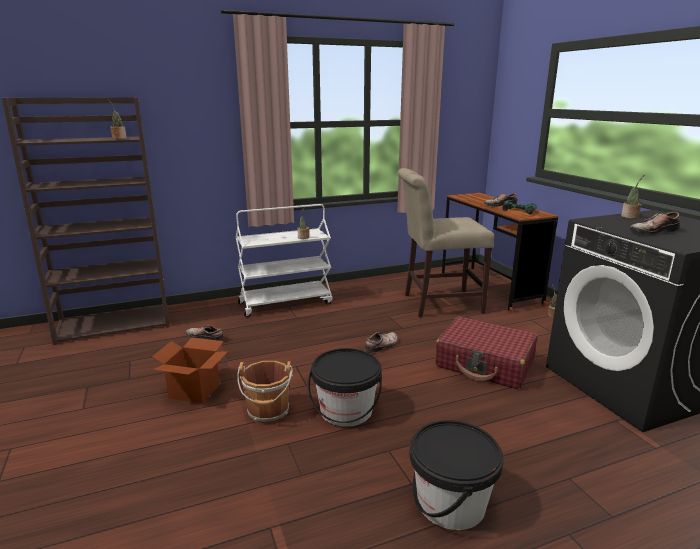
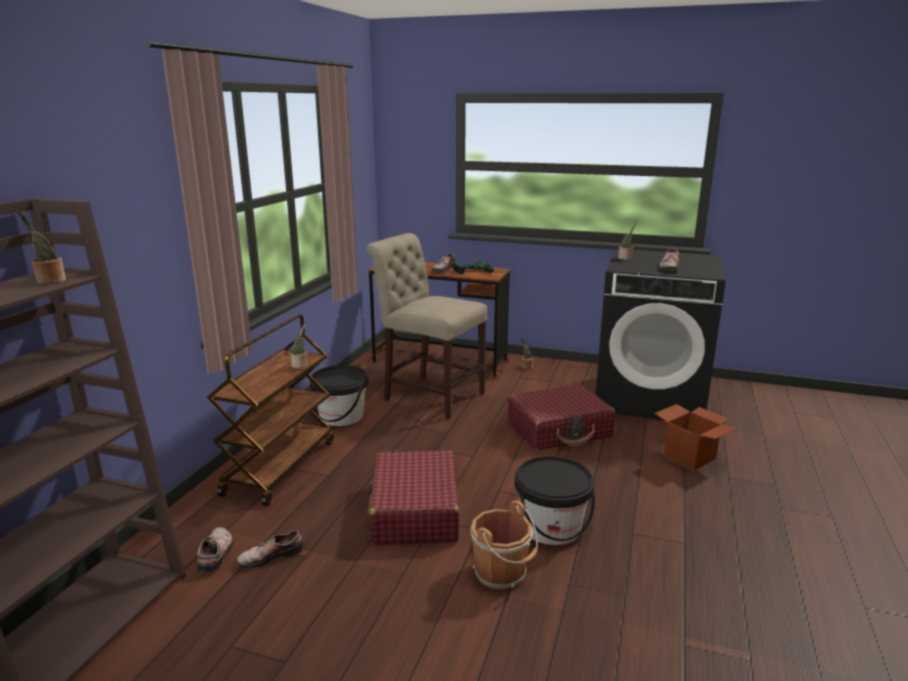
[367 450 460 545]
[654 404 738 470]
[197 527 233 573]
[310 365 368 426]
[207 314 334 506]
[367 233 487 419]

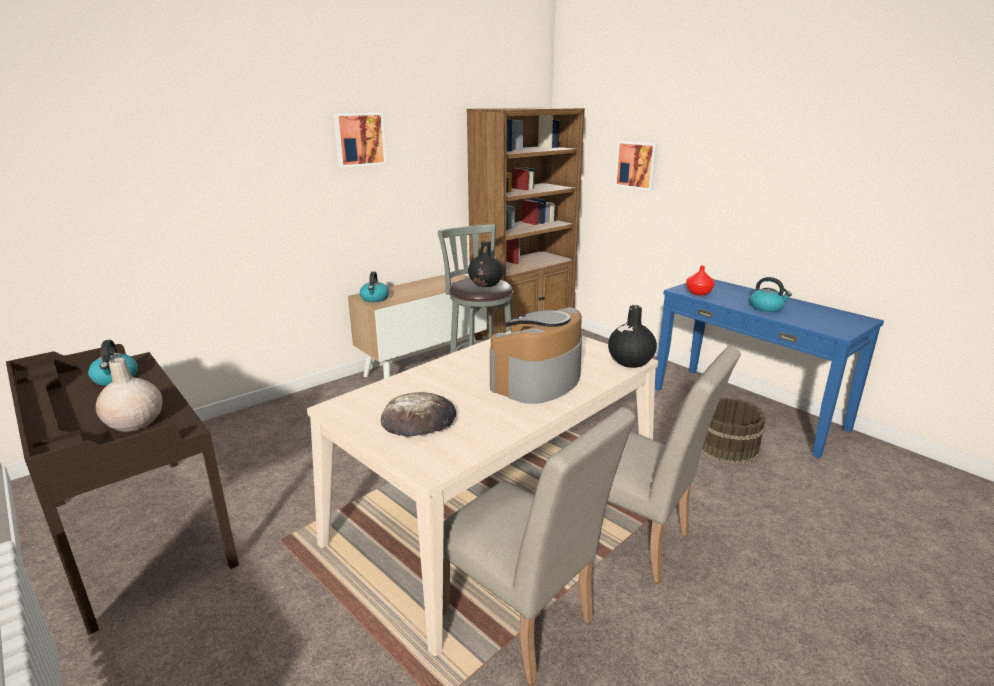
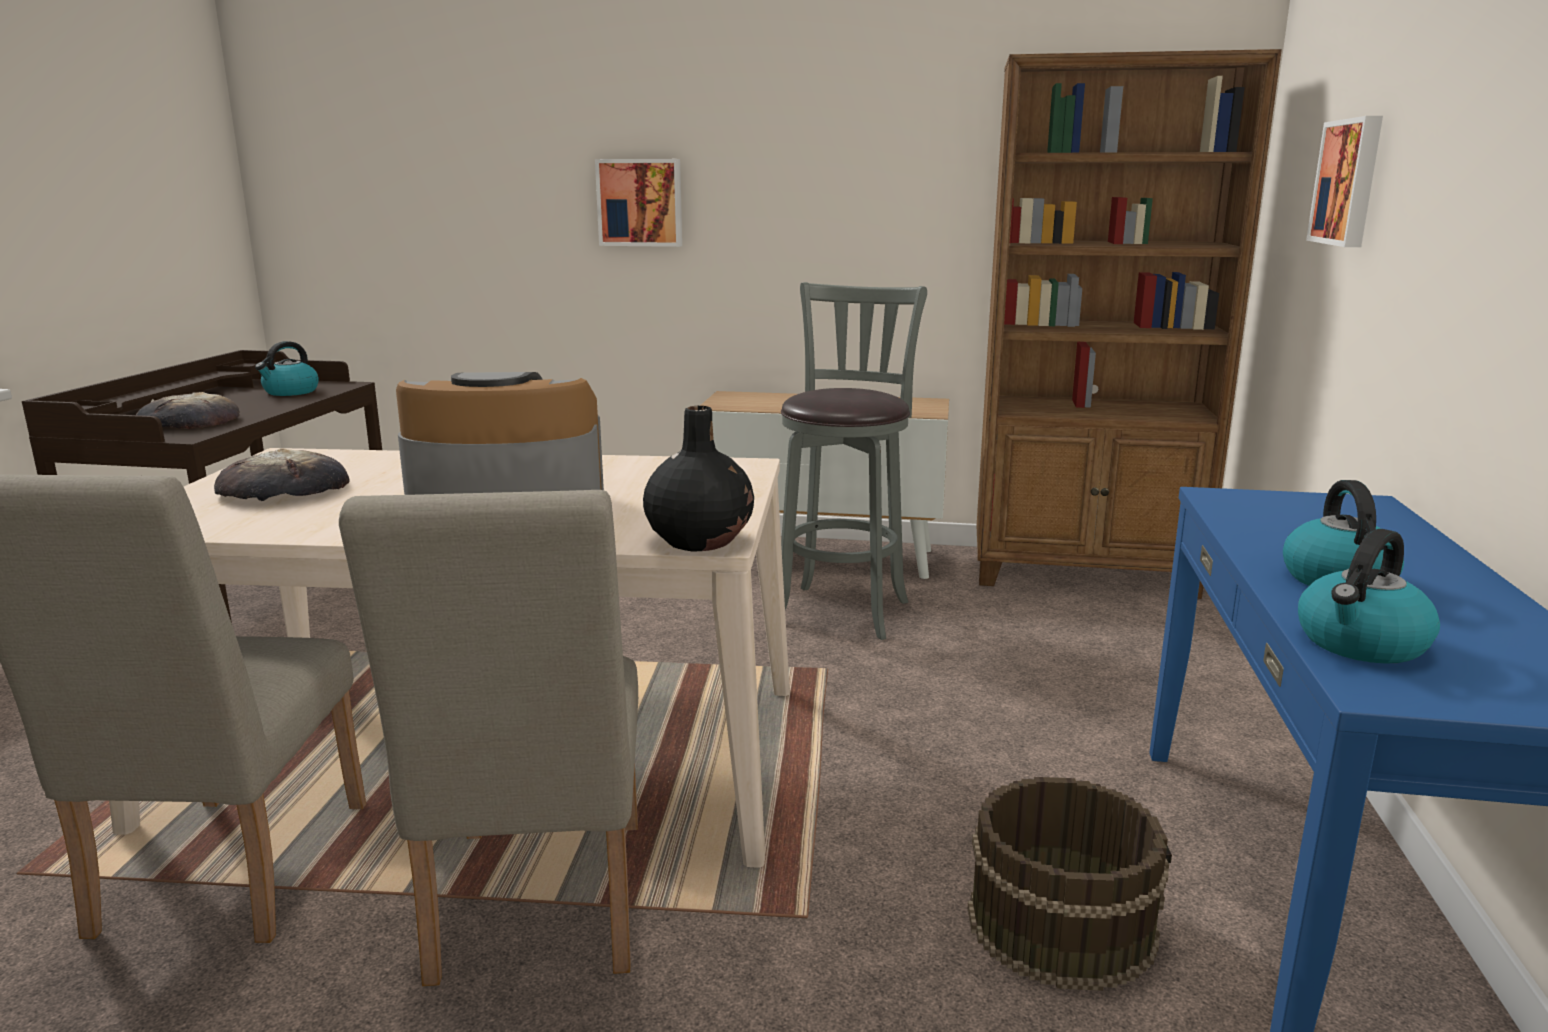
[468 241 503 287] (first image)
[686 266 715 295] (first image)
[595 159 682 247]
[1298 529 1440 664]
[136 392 240 429]

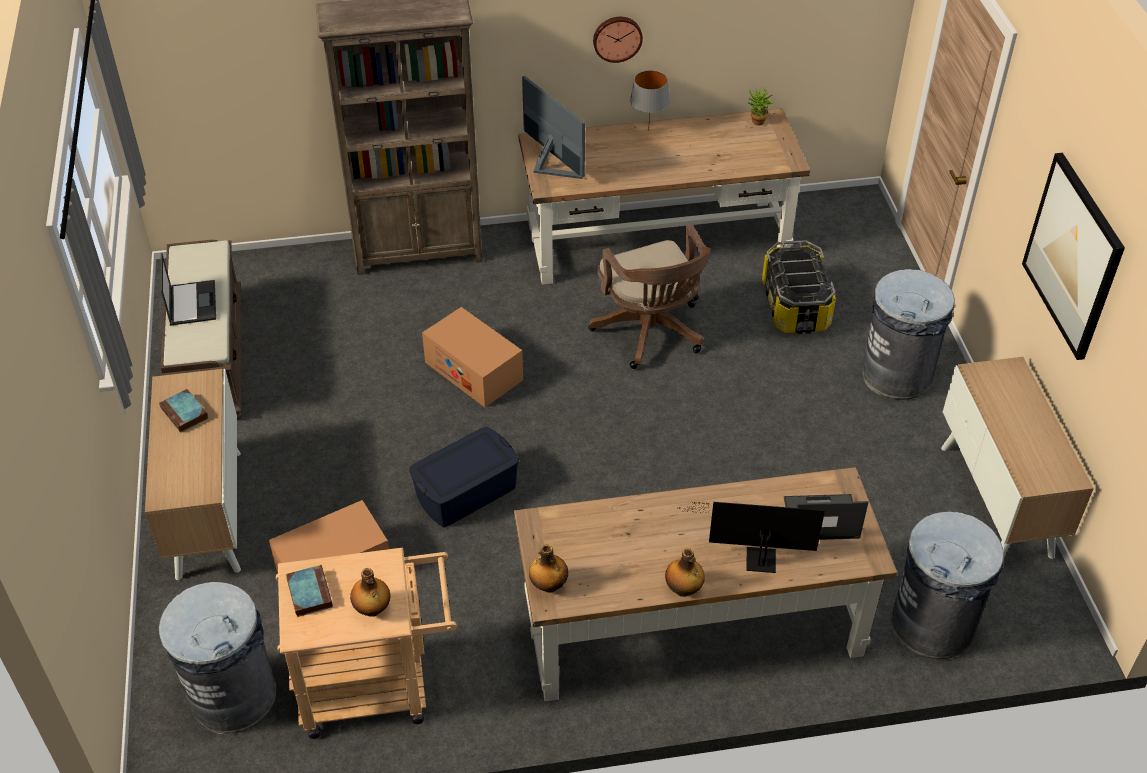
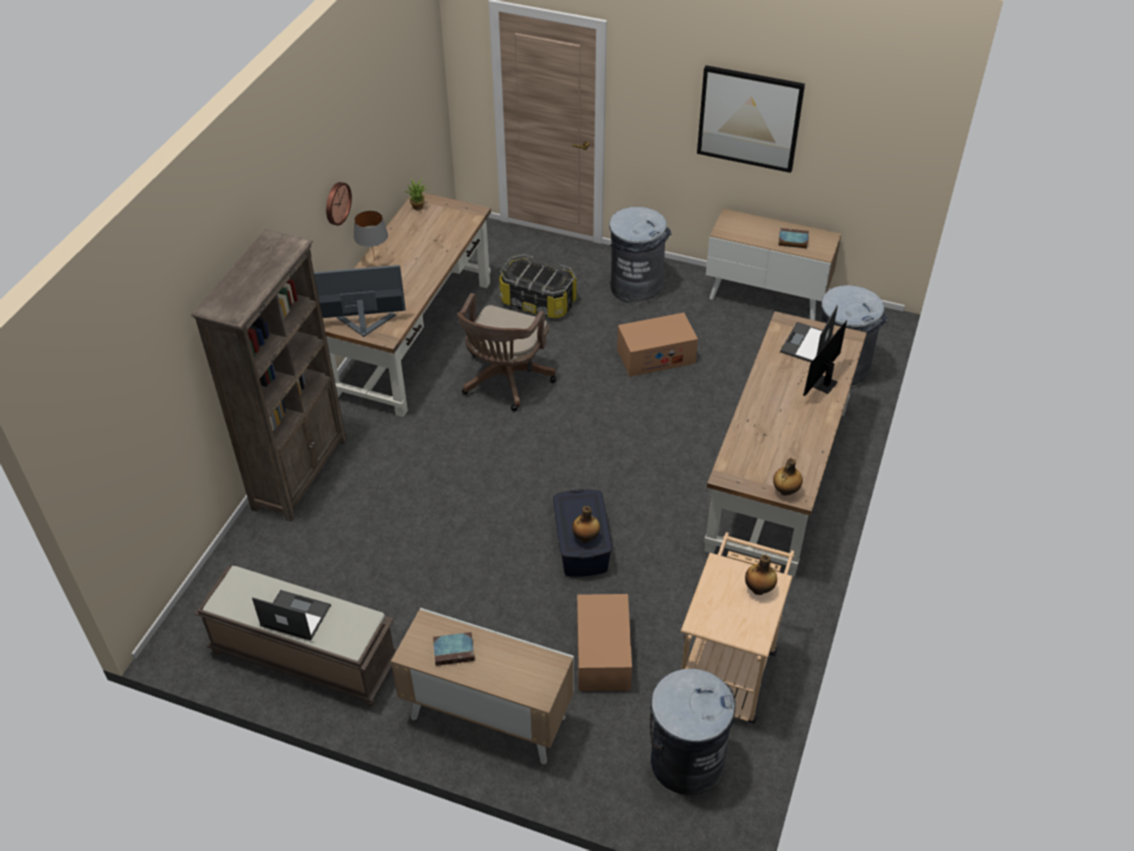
[778 228 809 249]
[617 313 698 377]
[572 506 600 543]
[457 293 556 411]

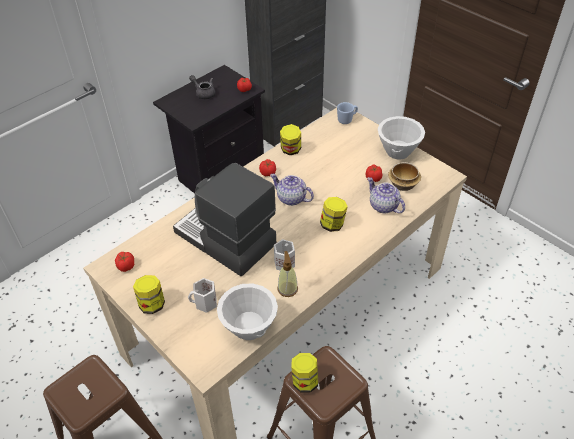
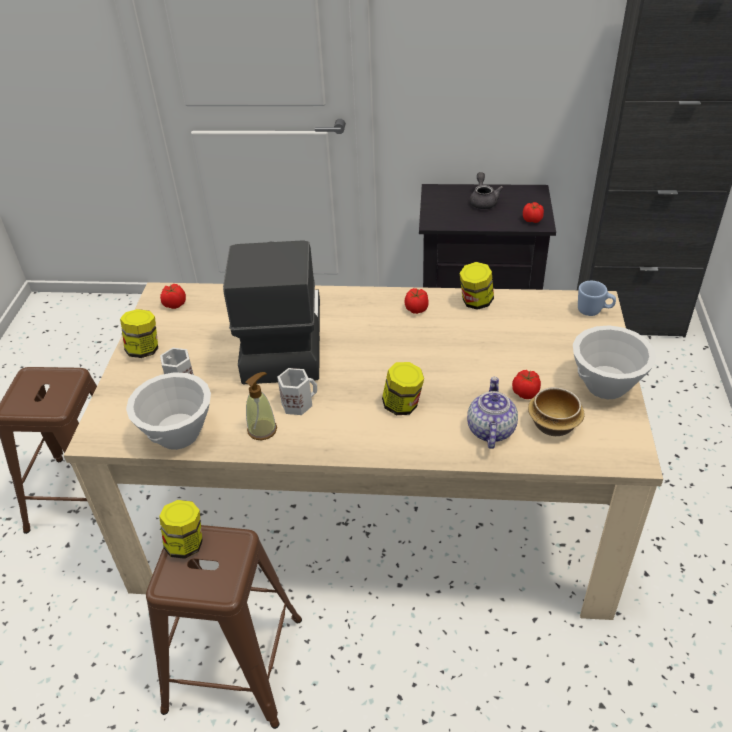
[270 174 314 206] (first image)

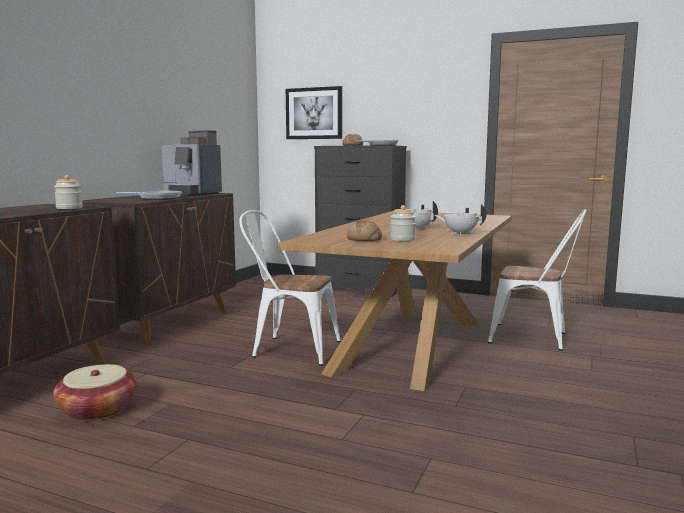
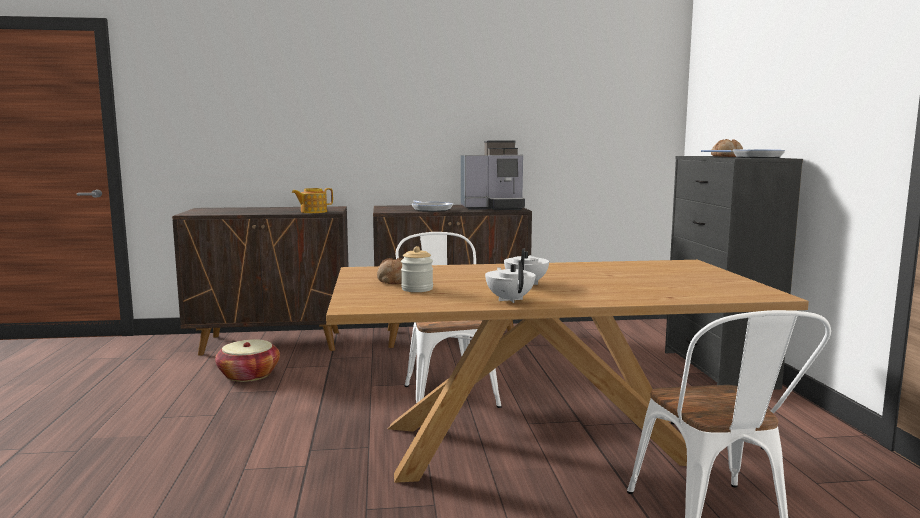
[286 86 342 139] (first image)
[292 188 333 213]
[461 140 525 210]

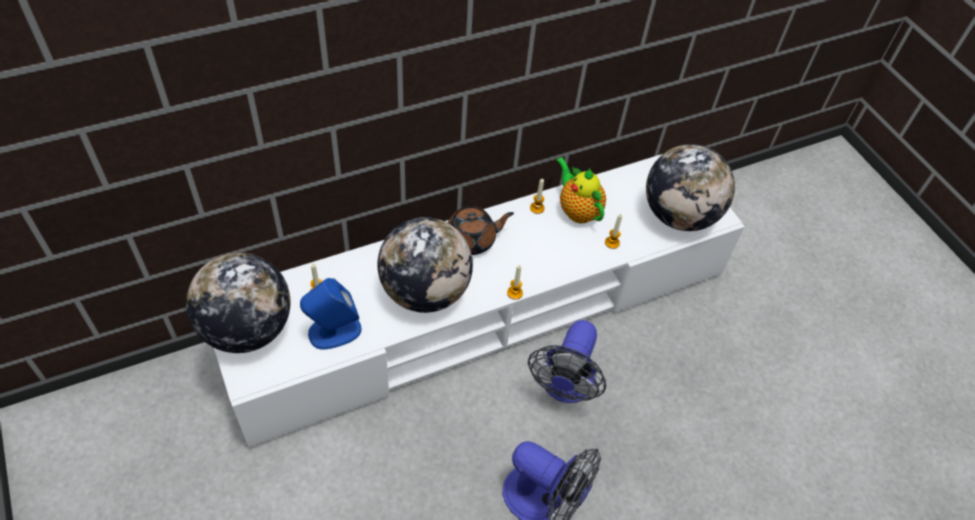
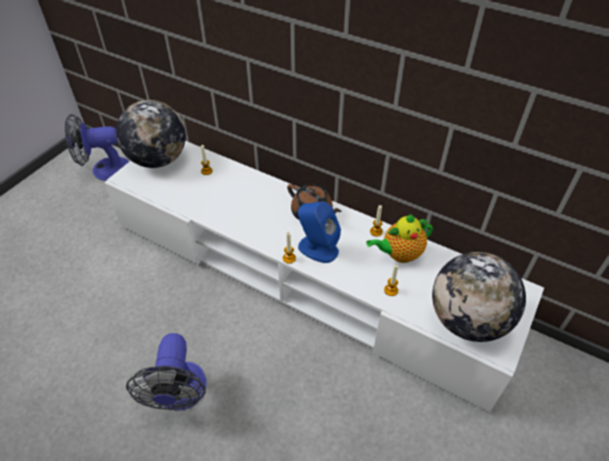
[377 217 473 313] (first image)
[298 202 341 263]
[65 114 129 181]
[366 214 433 263]

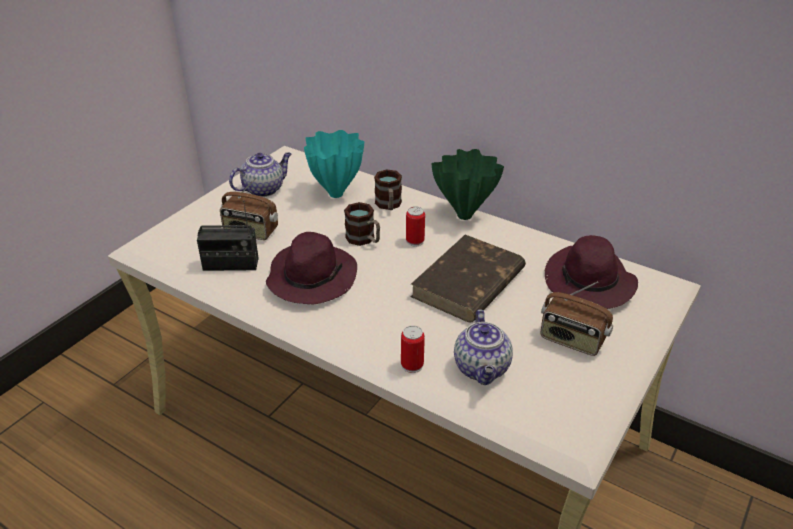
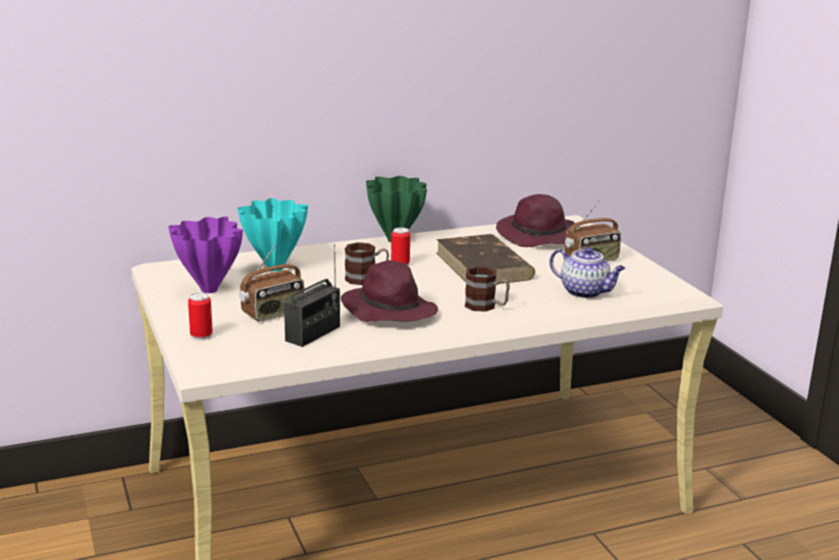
[465 266 510 312]
[188 293 213 341]
[168 216 243 293]

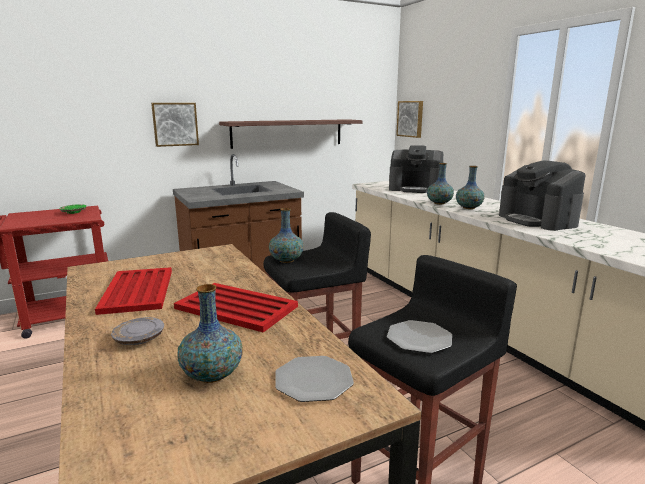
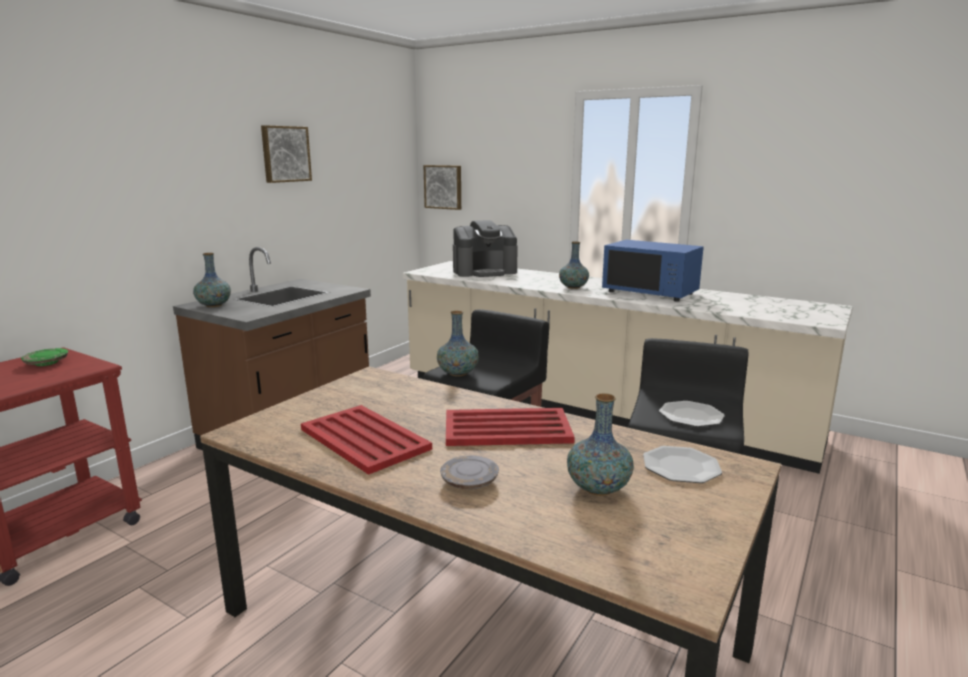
[219 119 363 149] (first image)
[261 125 312 183]
[193 253 231 307]
[602 240 704 302]

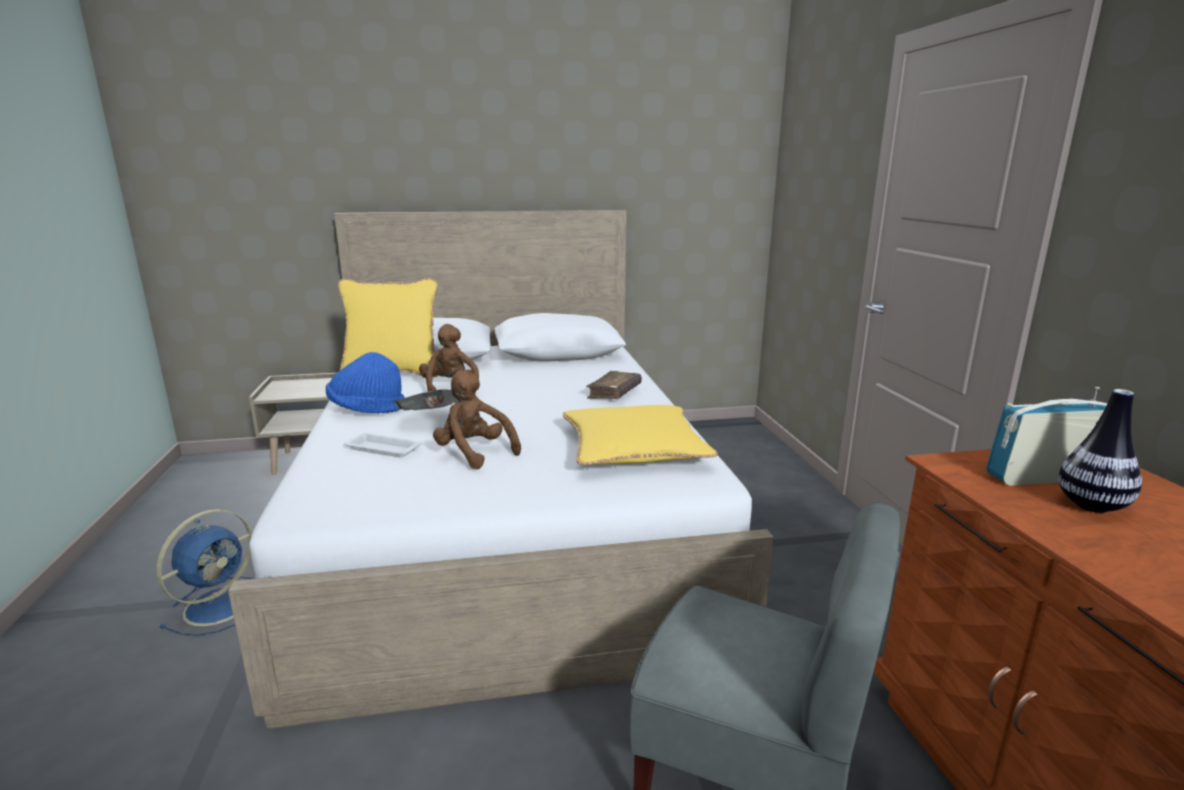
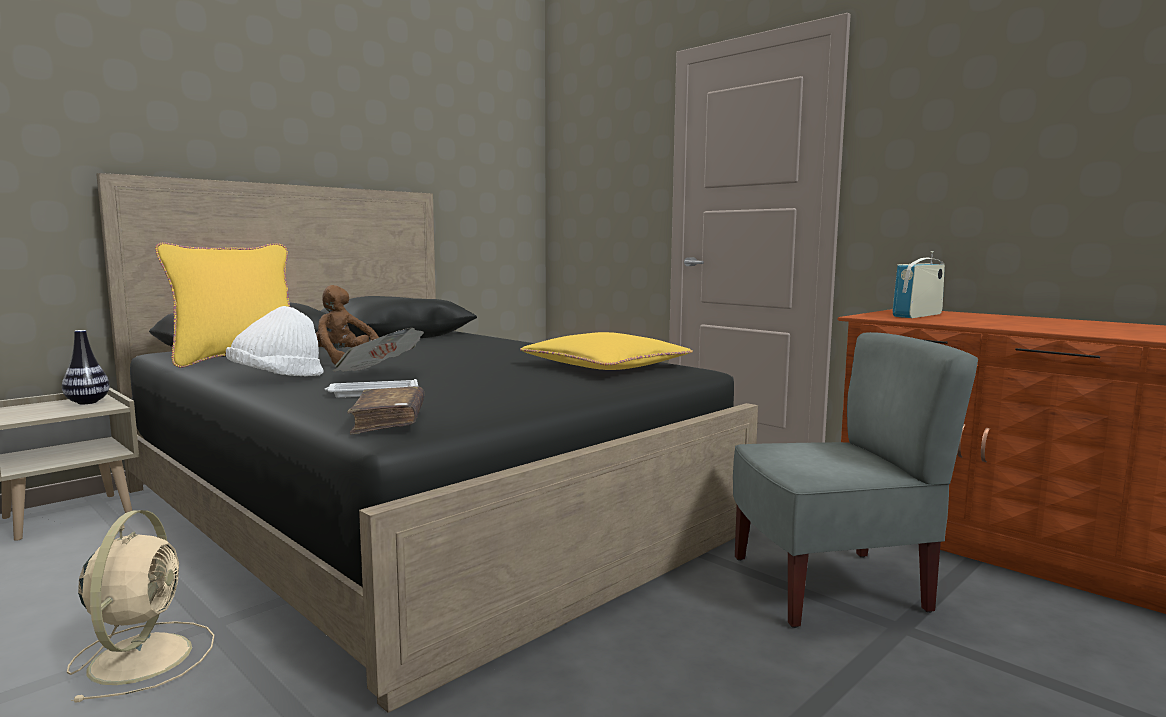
[433 370 521 469] (first image)
[347 386 424 435]
[62 330 110 404]
[67 510 214 702]
[96 173 758 713]
[226 306 324 377]

